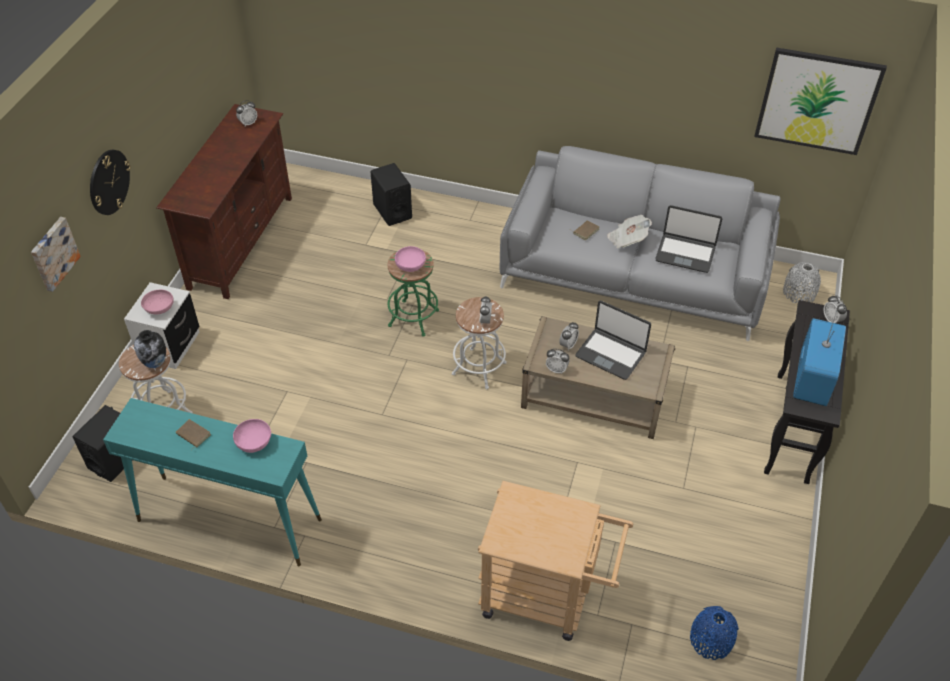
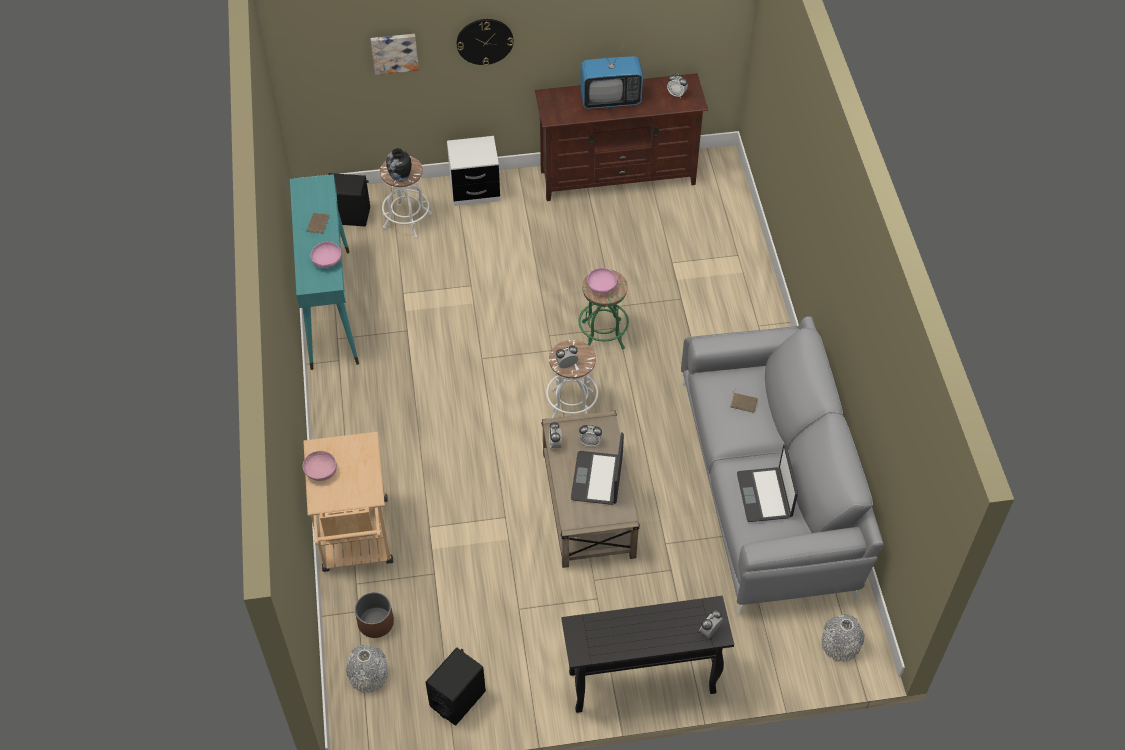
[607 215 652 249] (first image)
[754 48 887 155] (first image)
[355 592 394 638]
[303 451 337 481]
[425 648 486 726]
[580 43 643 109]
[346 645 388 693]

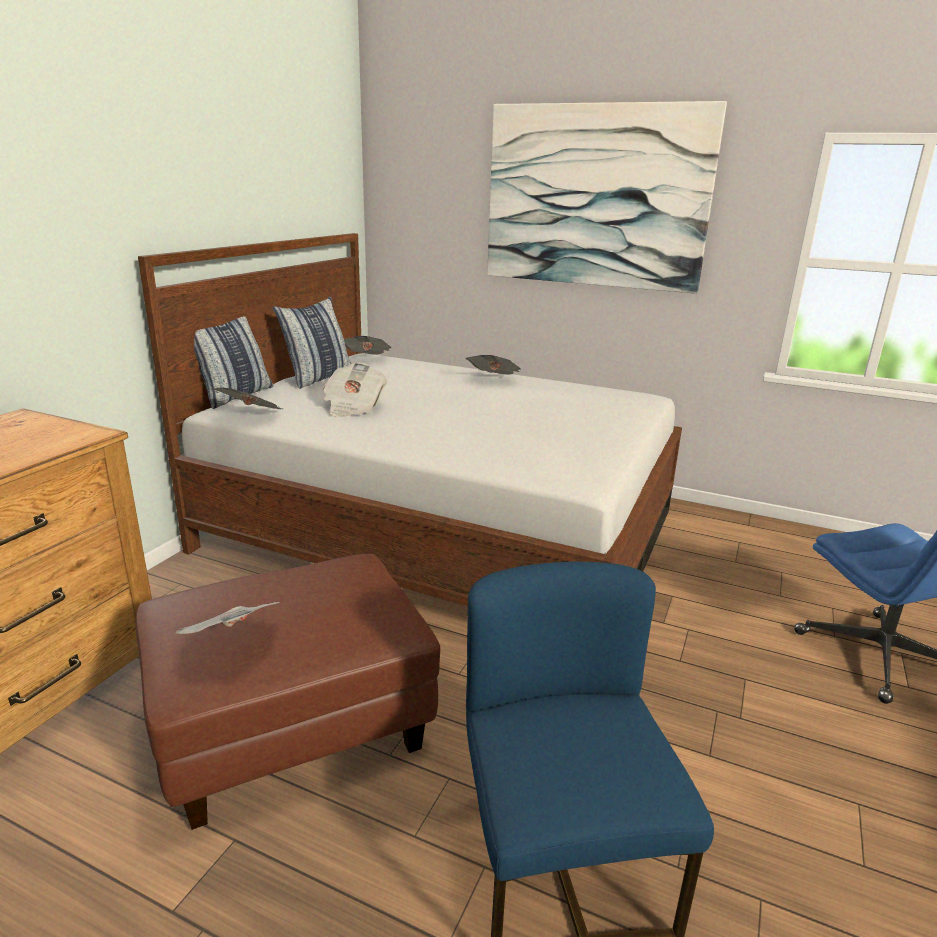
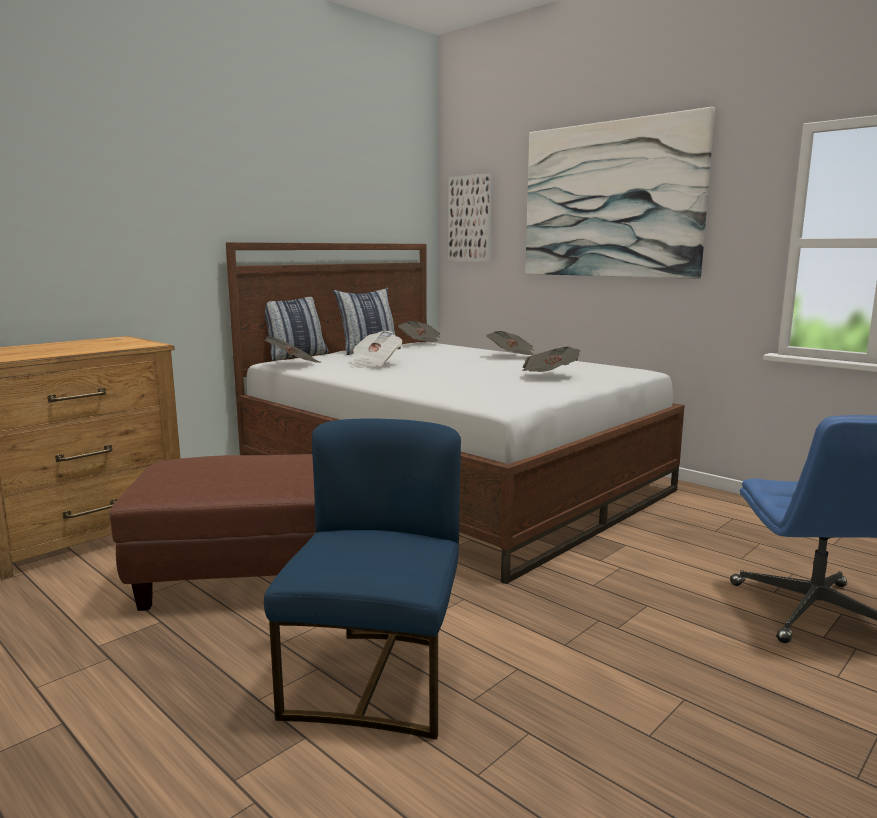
[448 173 493 262]
[522 347 580 372]

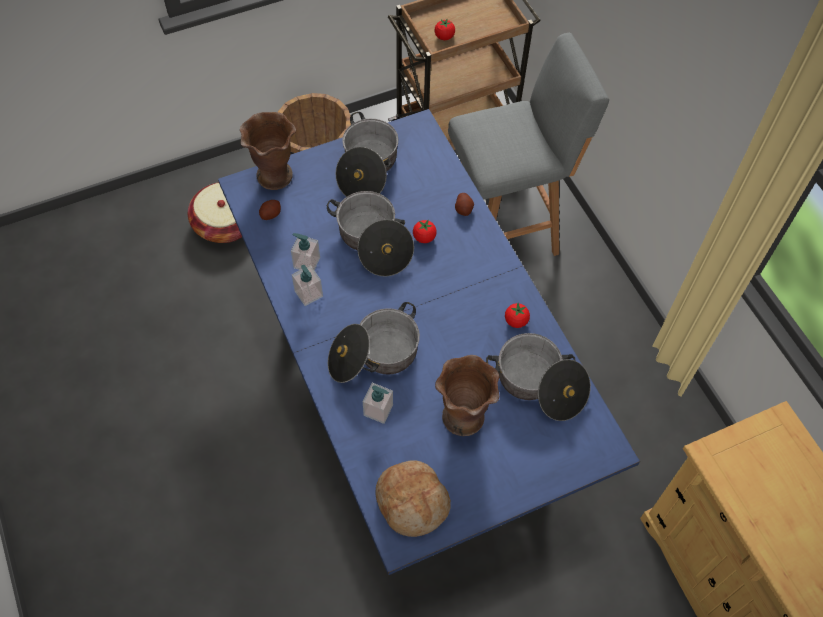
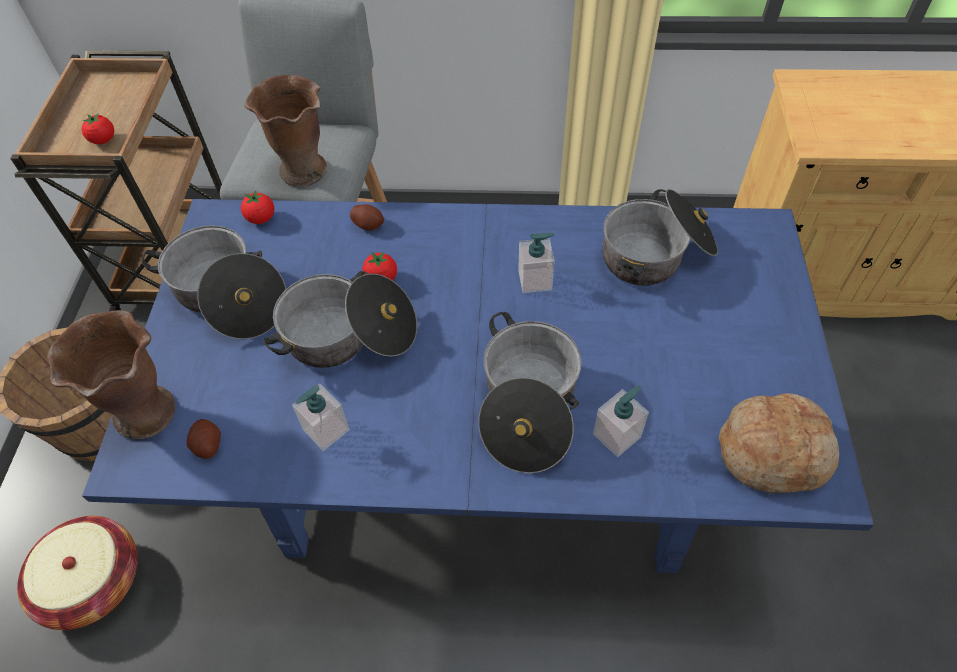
[518 233 555 293]
[244 75 327 187]
[241 190 274 224]

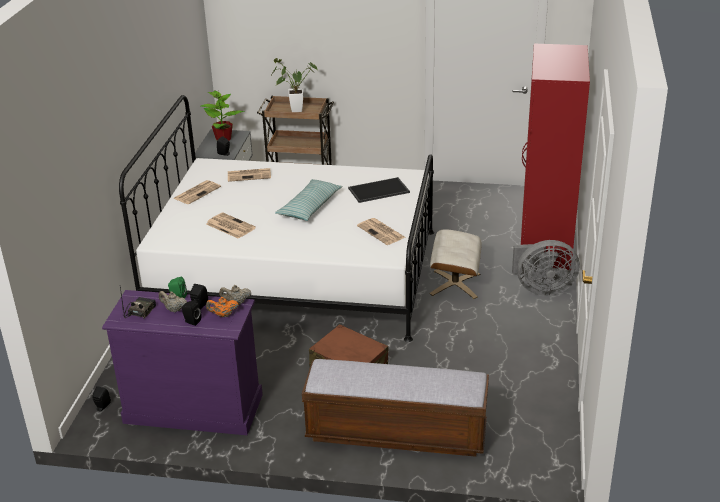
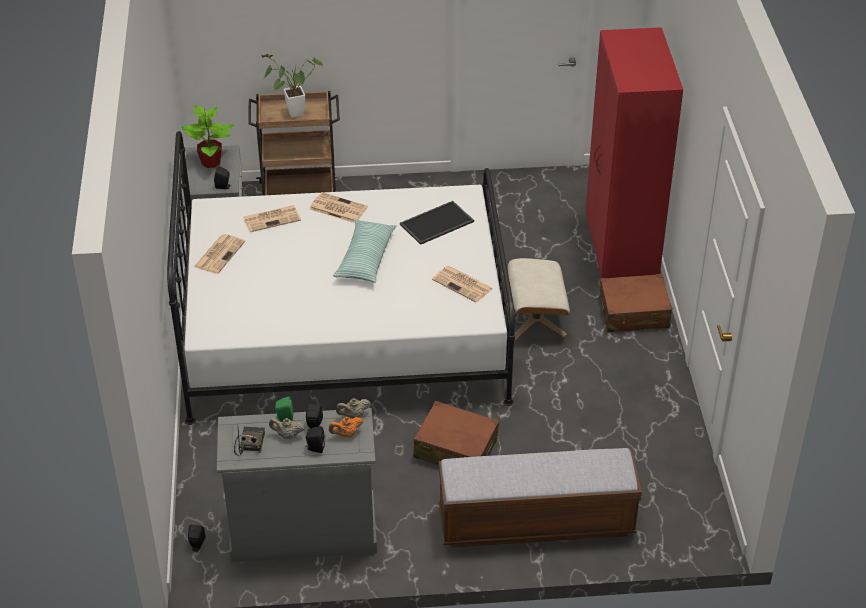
[309 192 368 223]
[599 274 673 332]
[217 408 377 562]

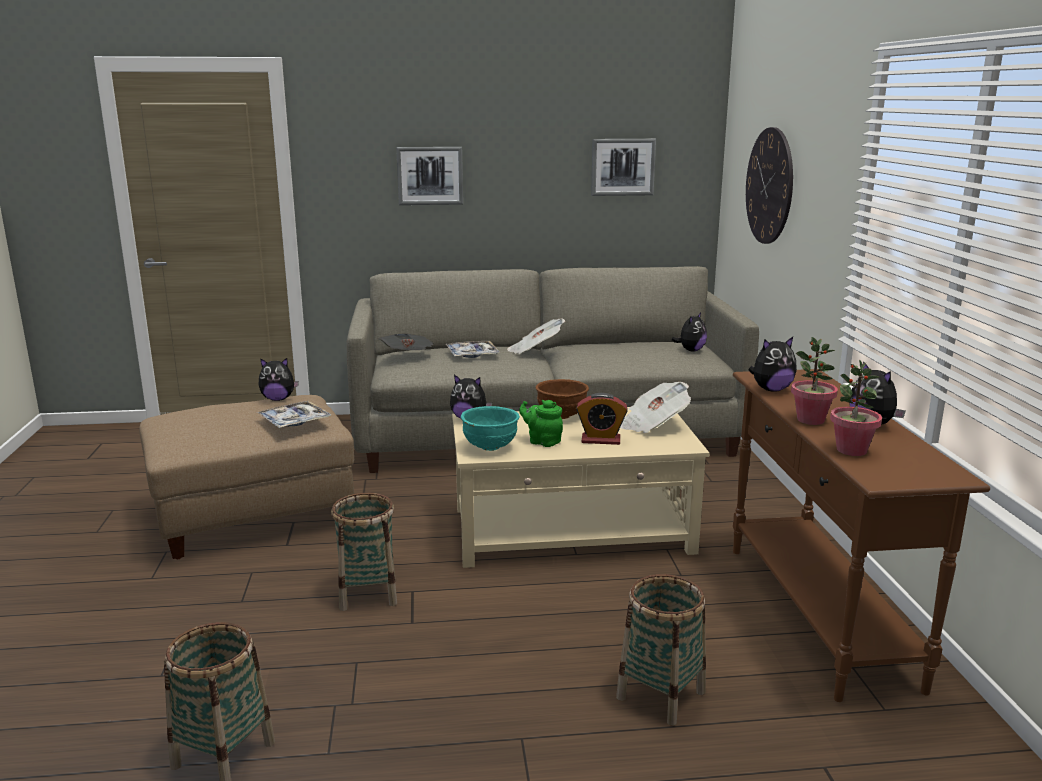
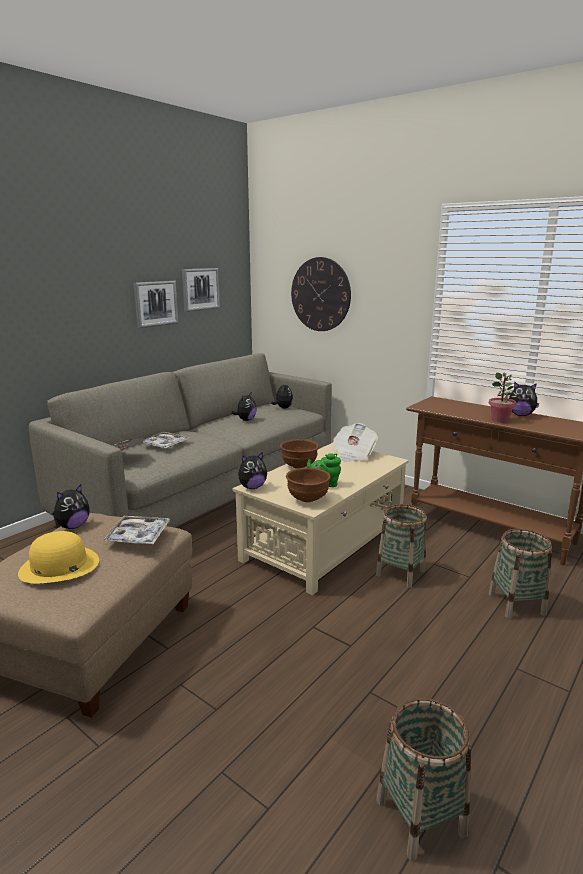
[507 318 565 354] (first image)
[576 393 628 445] (first image)
[830 360 882 456] (first image)
[18 531 99 583]
[376 504 427 588]
[133 281 179 328]
[232 393 256 421]
[286 468 331 502]

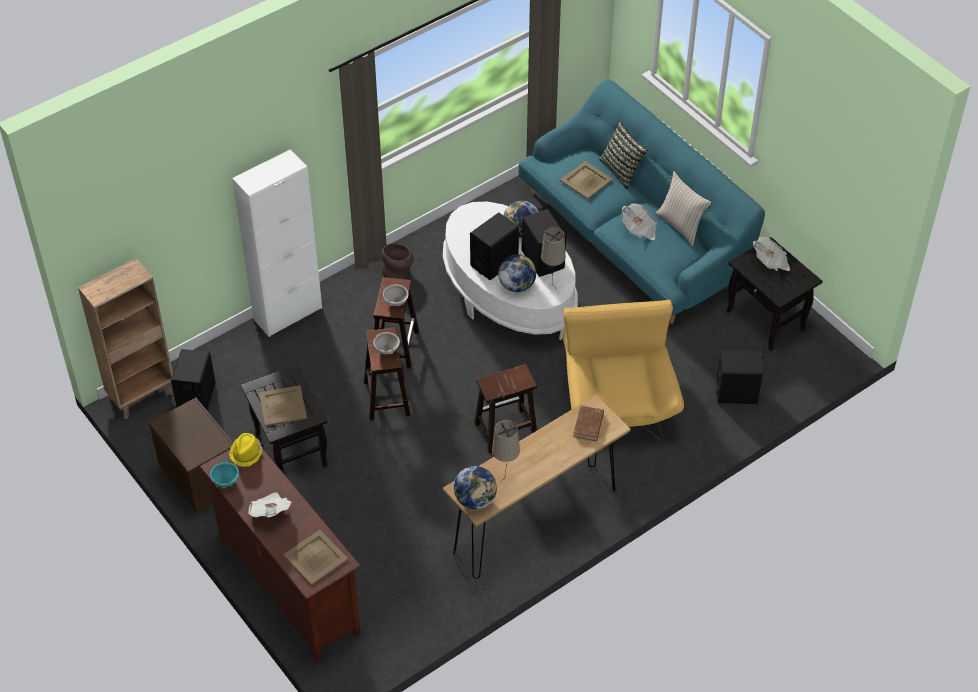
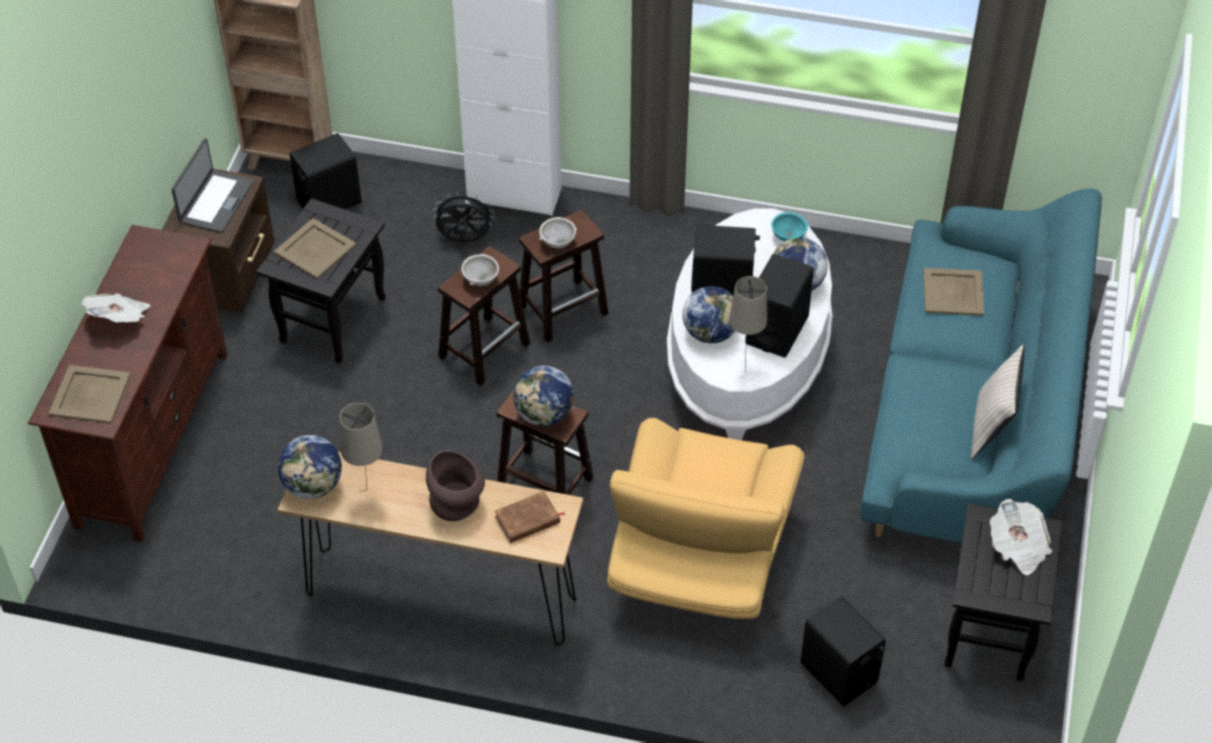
[229 433 263 467] (first image)
[599 122 648 189] (first image)
[622 203 657 240] (first image)
[171 138 254 233]
[433 192 494 242]
[513 366 574 426]
[771 212 808 242]
[426 450 485 521]
[607 418 805 619]

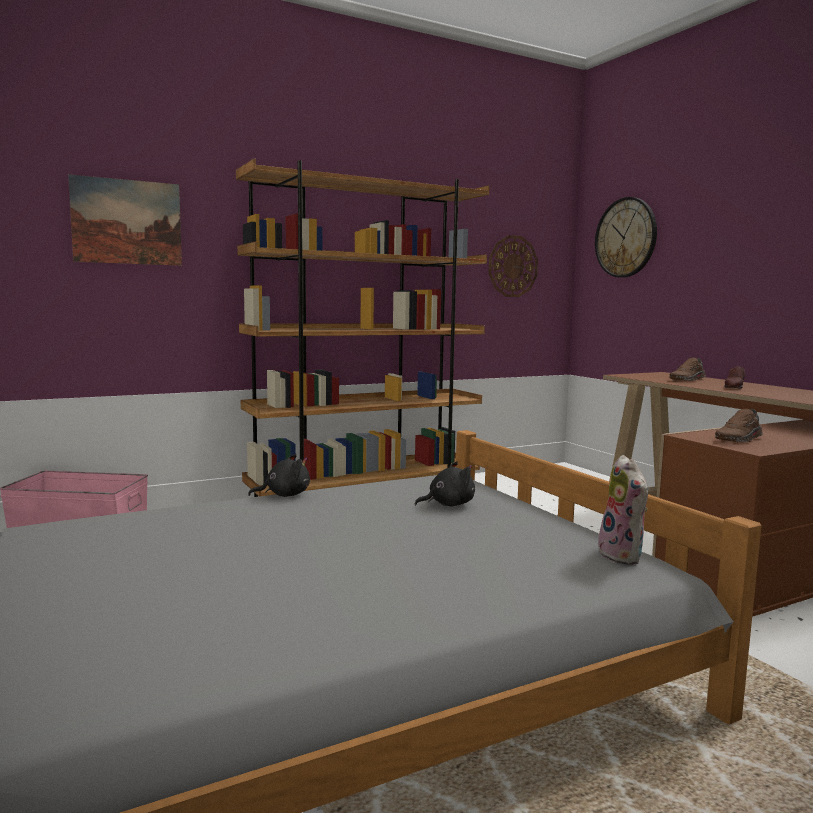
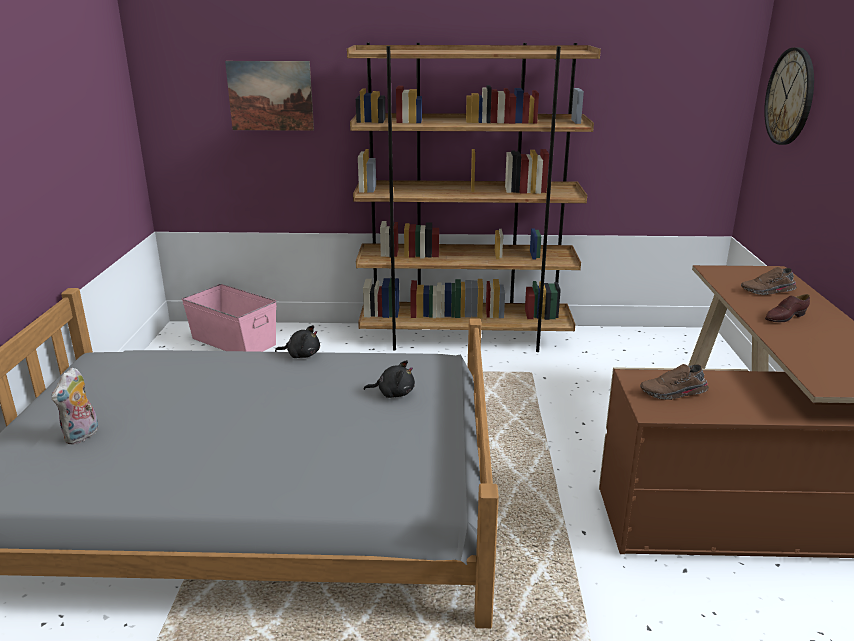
[488 235 538 297] (first image)
[51 368 99 444]

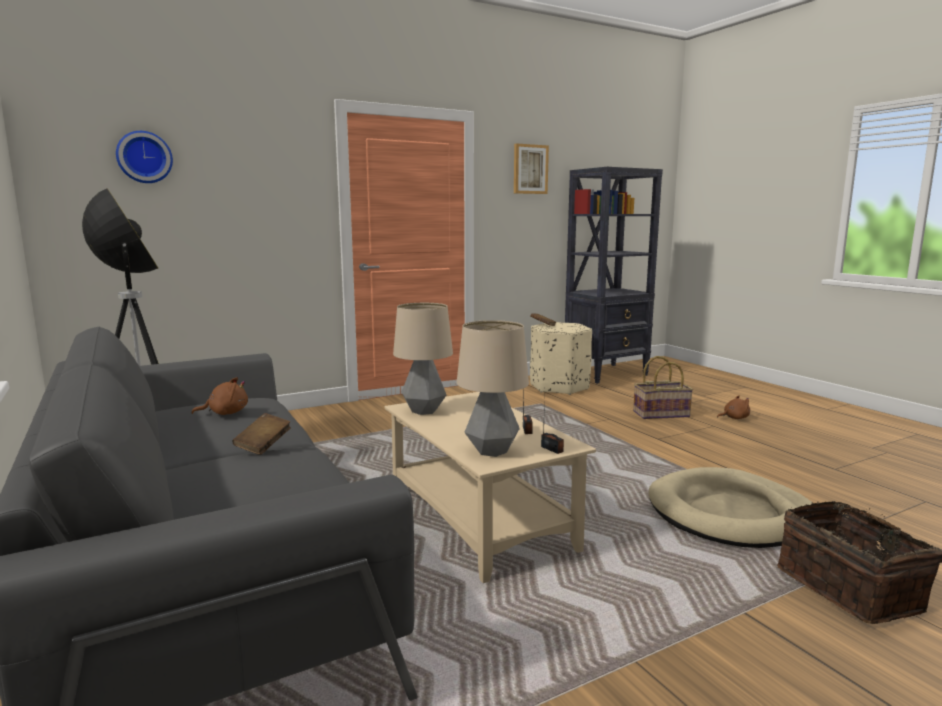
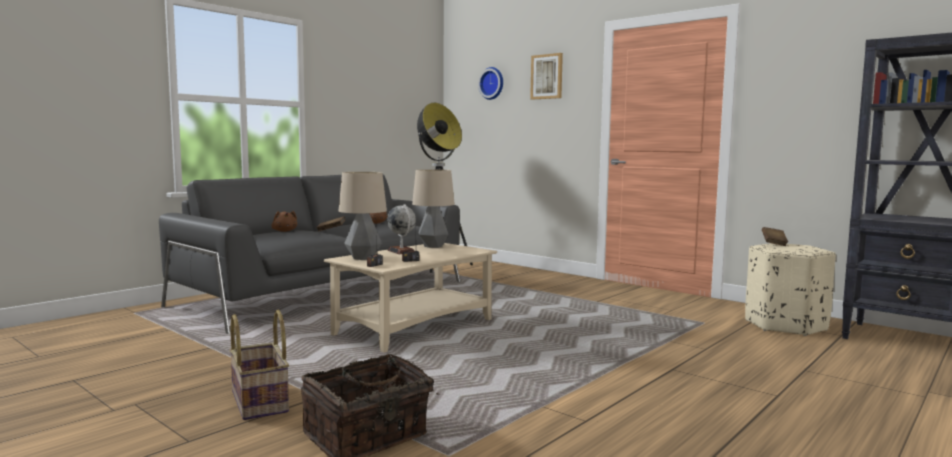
[648 467 812 548] (first image)
[387 204 416 254]
[530 53 563 100]
[229 309 289 420]
[271 211 297 232]

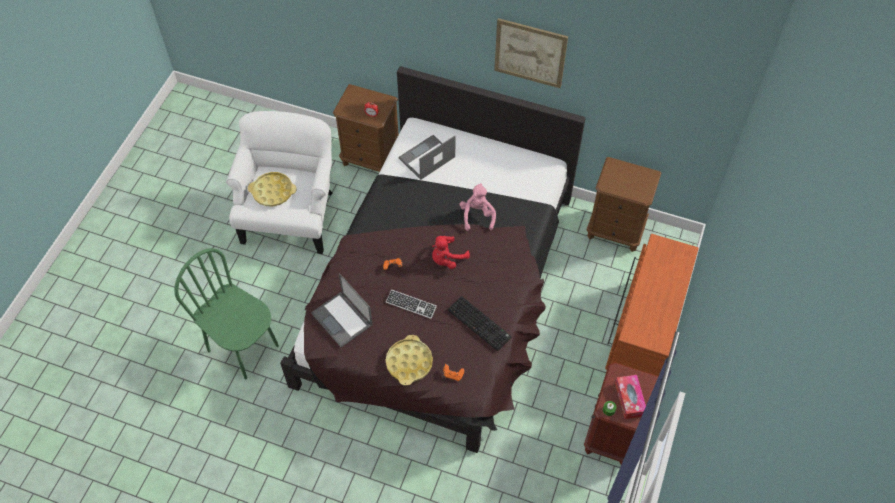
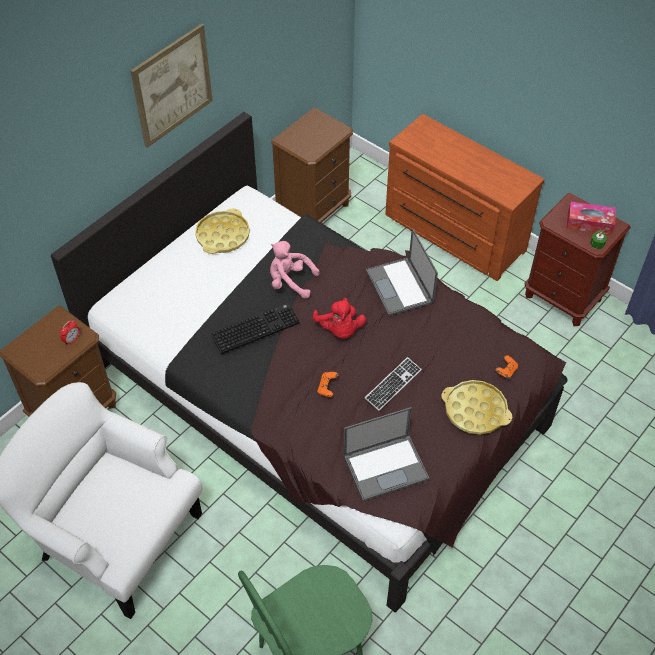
[195 208 250 254]
[366 228 438 316]
[211 303 300 354]

